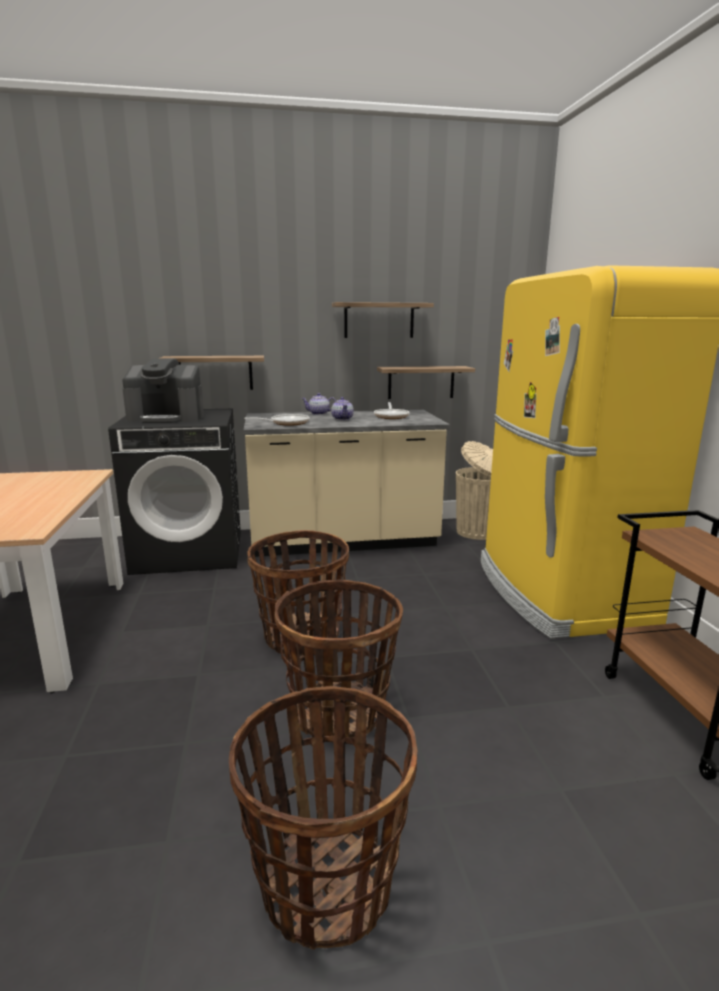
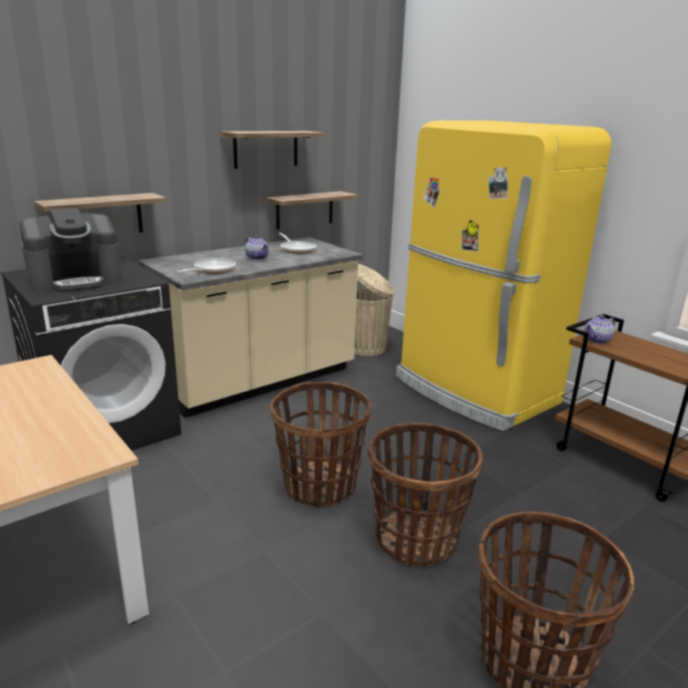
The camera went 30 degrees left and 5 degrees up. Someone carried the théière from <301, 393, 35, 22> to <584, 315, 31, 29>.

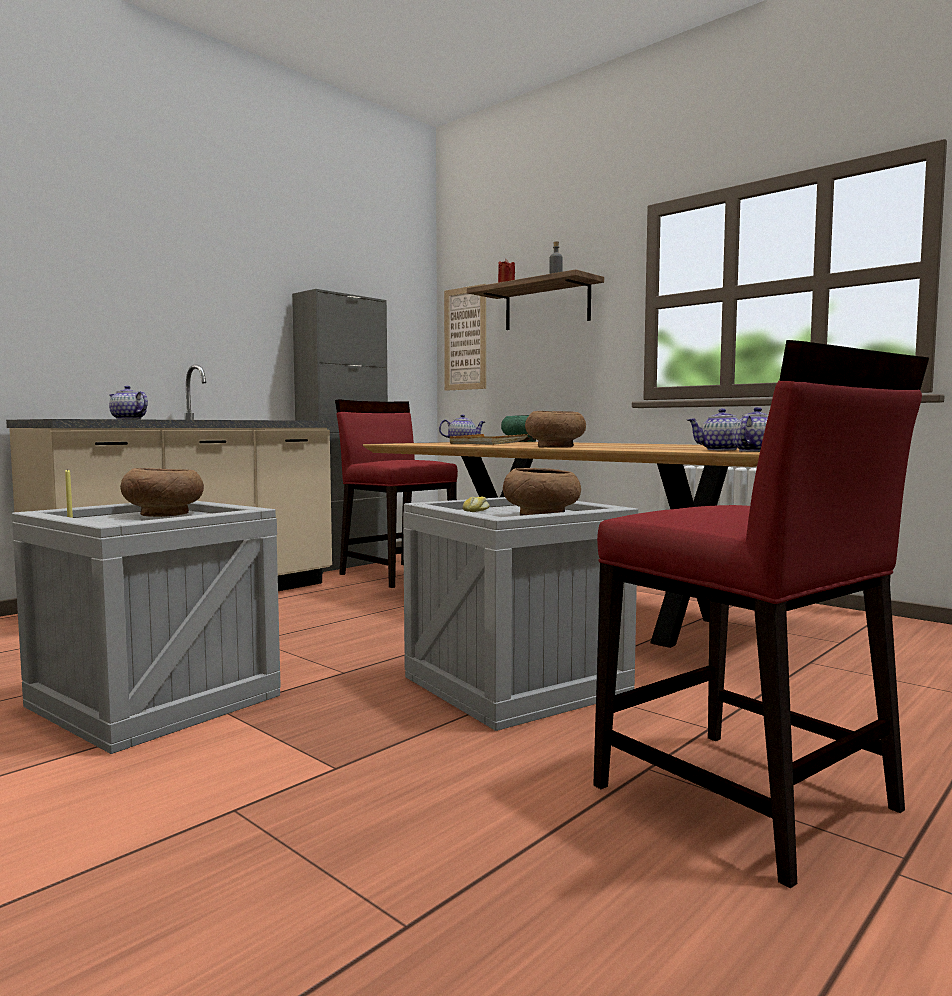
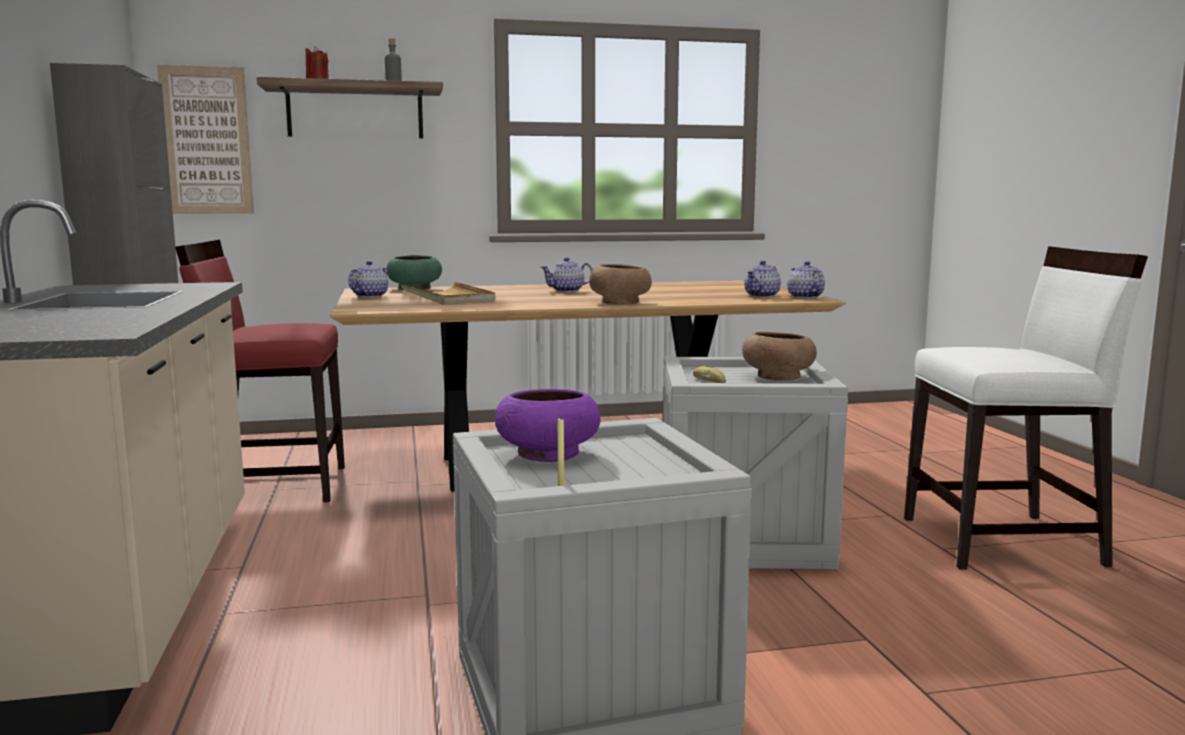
The camera went 55 degrees left and 5 degrees up. Someone carried the théière from <109, 386, 39, 33> to <540, 257, 52, 35>. Someone repainted the bol [marron] at <120, 468, 84, 49>, which became the bol [violet] at <495, 389, 106, 73>. Someone repainted the chaise [rouge] at <593, 340, 336, 549>, which became the chaise [blanc] at <904, 246, 244, 324>.

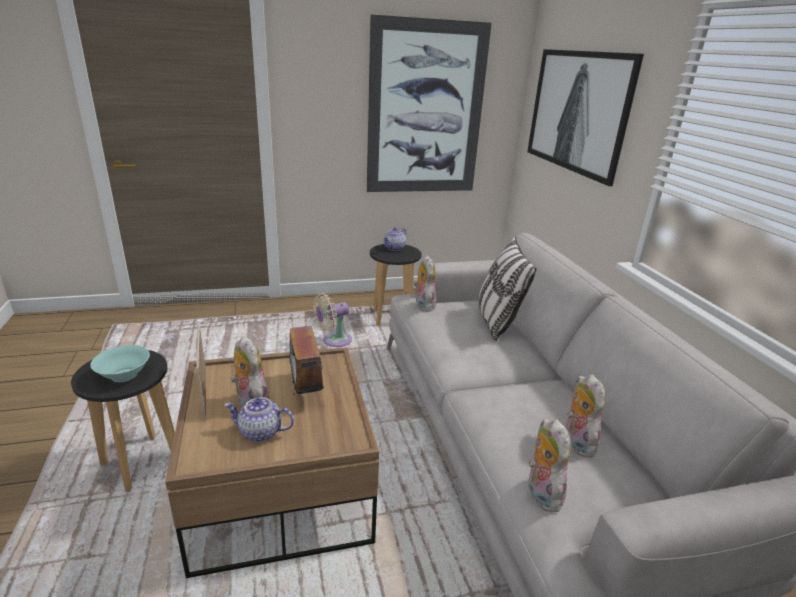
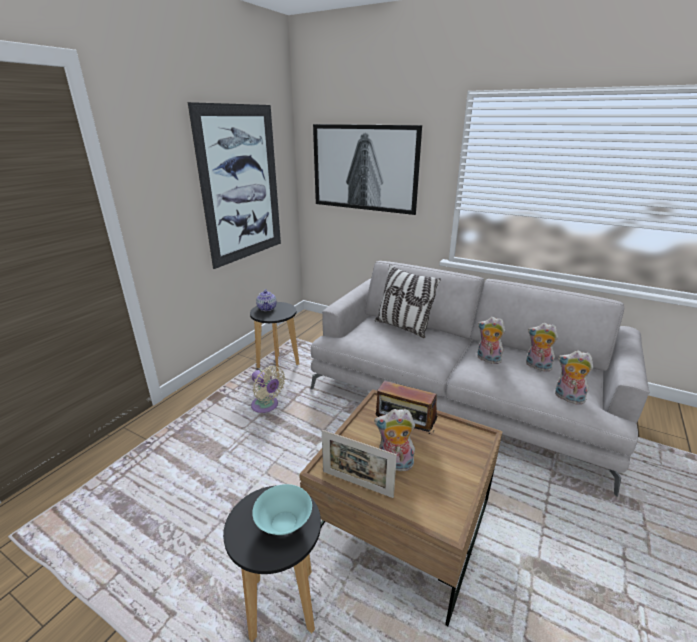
The camera went 45 degrees left and 0 degrees up. Someone took away the théière at <224, 397, 70, 45>. Someone rotated the ventilateur [beige] at <314, 293, 38, 54> by 60 degrees counterclockwise. Someone carried the peluche from <413, 255, 23, 57> to <477, 317, 28, 47>.

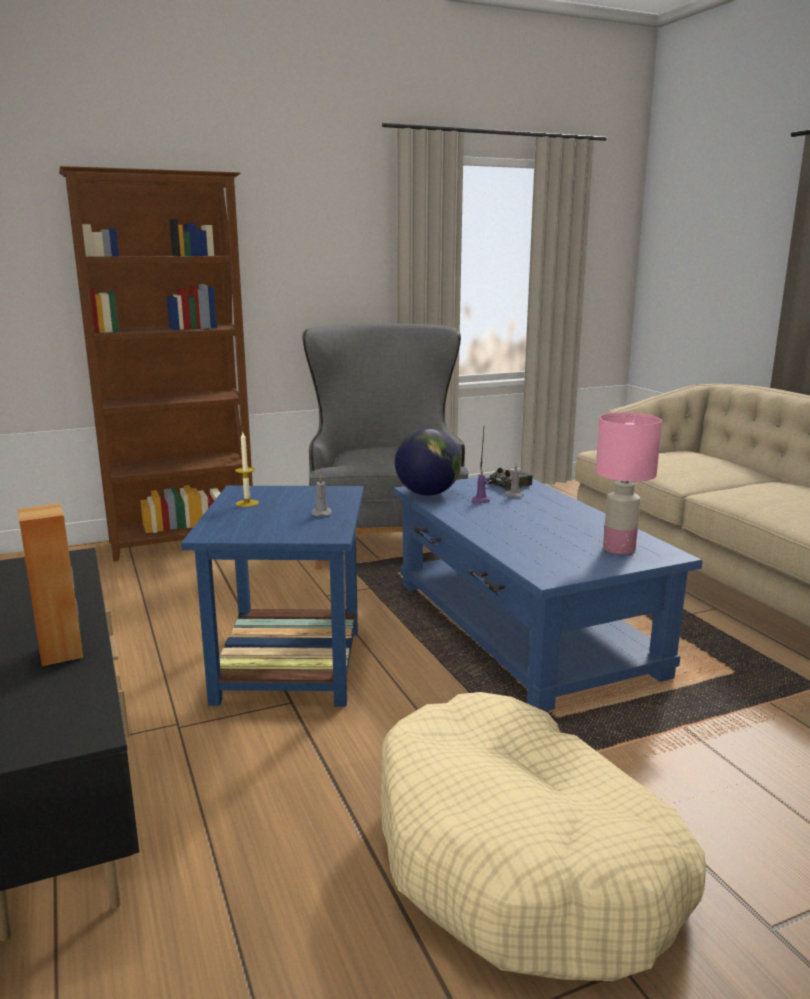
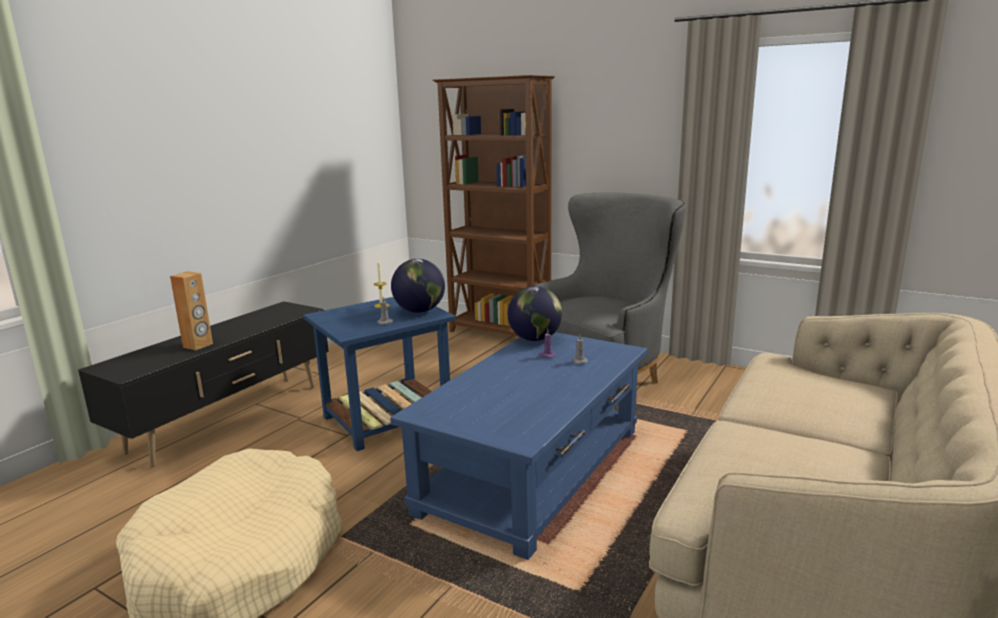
The camera went 55 degrees right and 0 degrees up. Someone took away the radio at <480, 429, 53, 61>. Someone took away the lampe de table [rose] at <596, 412, 66, 143>. Someone put down the globe at <391, 259, 54, 54>.

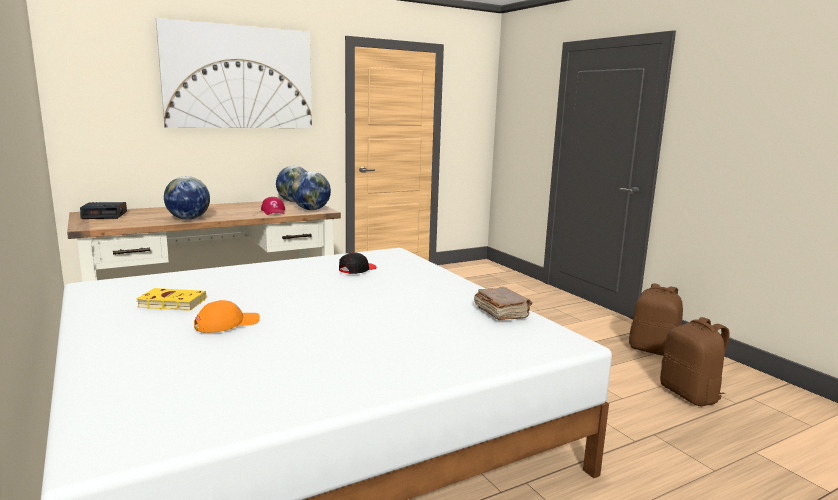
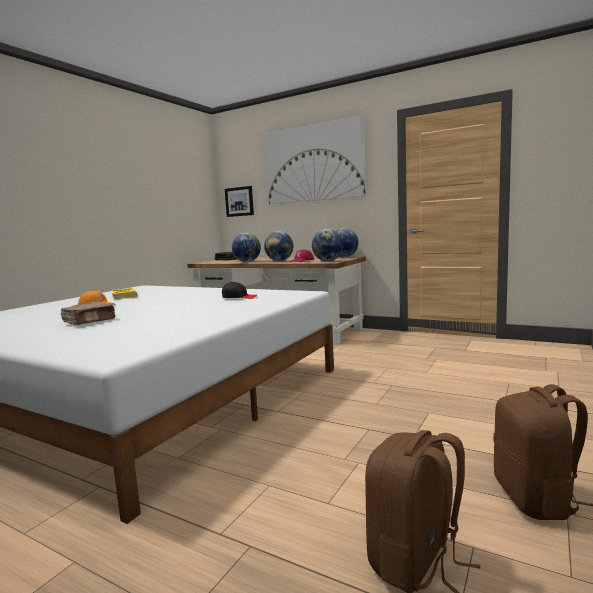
The camera went 60 degrees right and 5 degrees down. Someone carried the livre [marron] from <474, 287, 58, 33> to <60, 301, 55, 24>. Someone put up the tableau at <225, 186, 29, 31>. Someone put down the globe at <264, 231, 29, 30>.

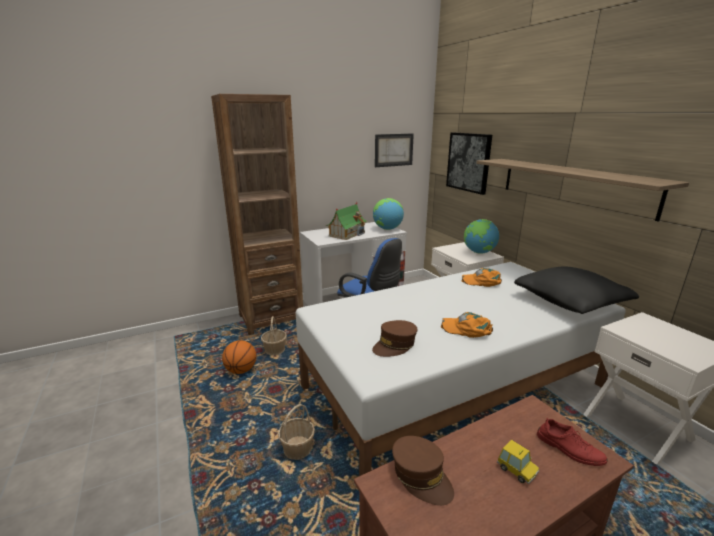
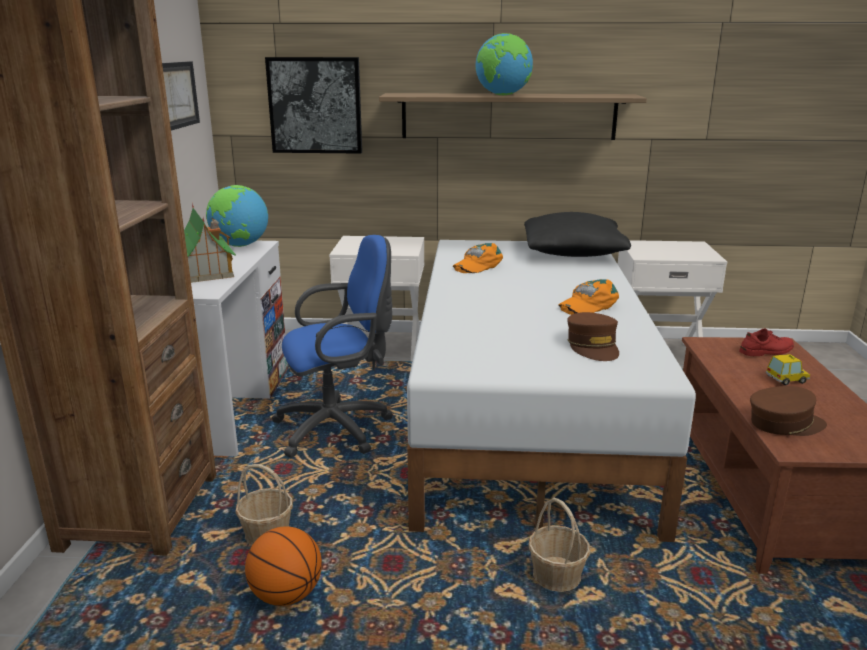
The camera went 60 degrees left and 0 degrees up. Someone carried the globe from <464, 219, 35, 35> to <475, 33, 58, 62>.

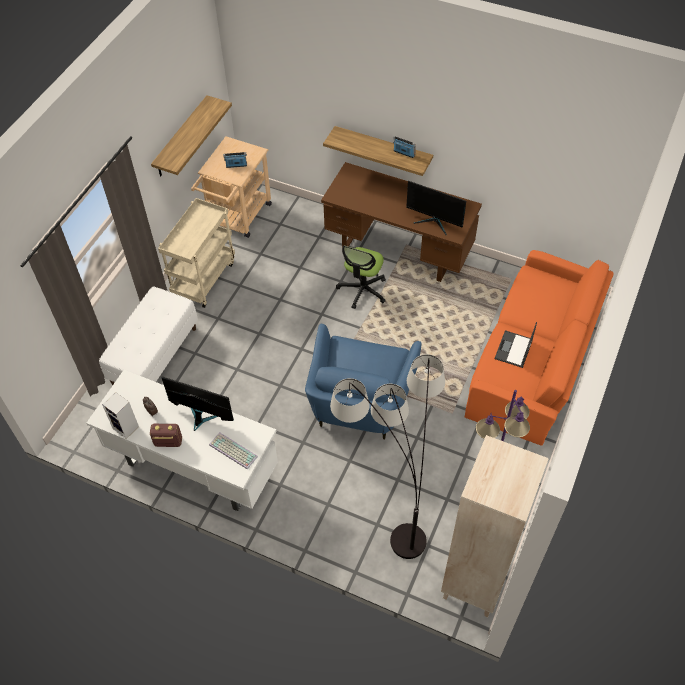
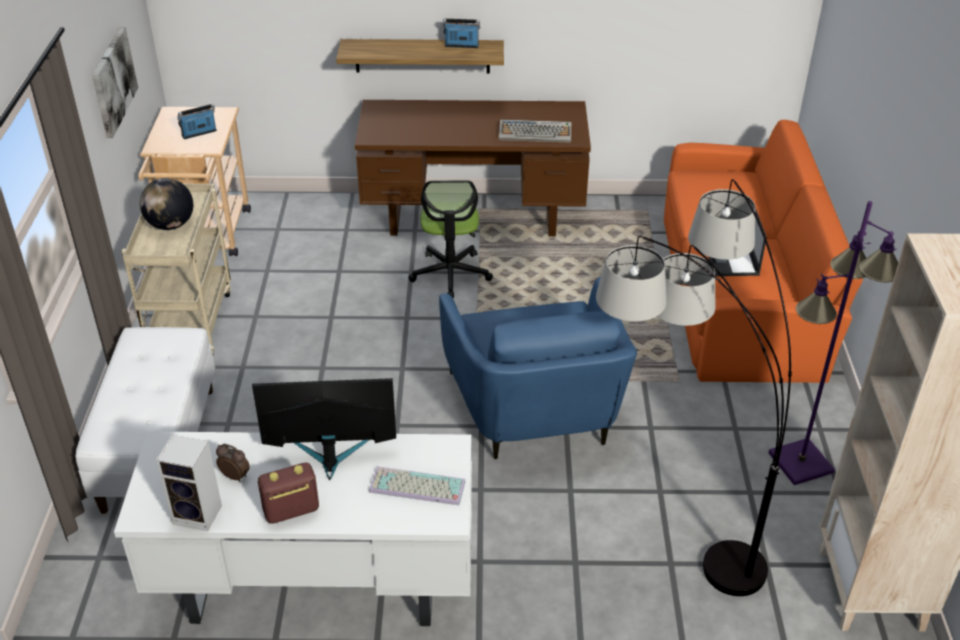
The camera went 25 degrees left and 15 degrees down. Someone swapped the étagère at <151, 95, 81, 81> for the tableau at <92, 27, 46, 111>. Someone swapped the écran d'ordinateur at <406, 181, 60, 54> for the clavier at <499, 119, 72, 24>. Someone put down the globe at <140, 178, 53, 52>.

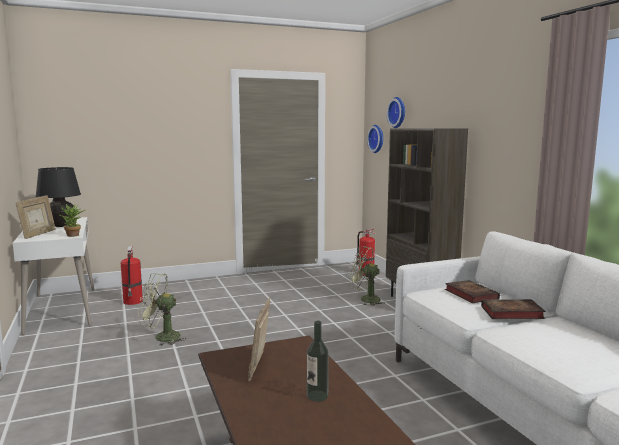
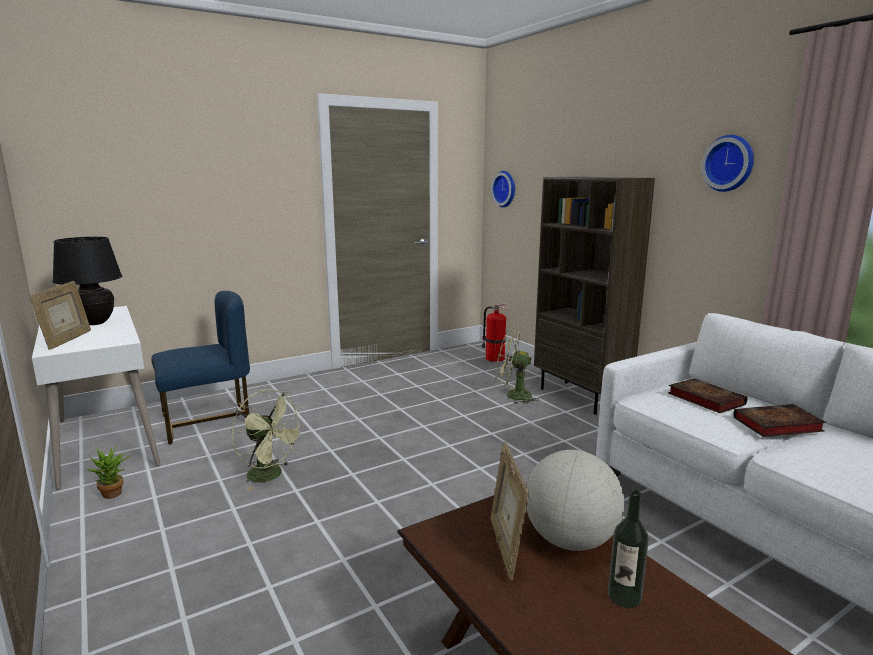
The camera went 10 degrees left and 5 degrees up. Someone carried the plante en pot from <58, 204, 27, 33> to <87, 445, 43, 54>. Someone swapped the extincteur at <121, 246, 22, 59> for the chaise [bleu] at <151, 291, 99, 154>. Someone rotated the ventilateur [vert] at <138, 273, 48, 73> by 135 degrees counterclockwise. Someone carried the horloge murale from <387, 97, 18, 31> to <701, 135, 53, 57>. Someone put down the globe at <526, 450, 98, 101>.

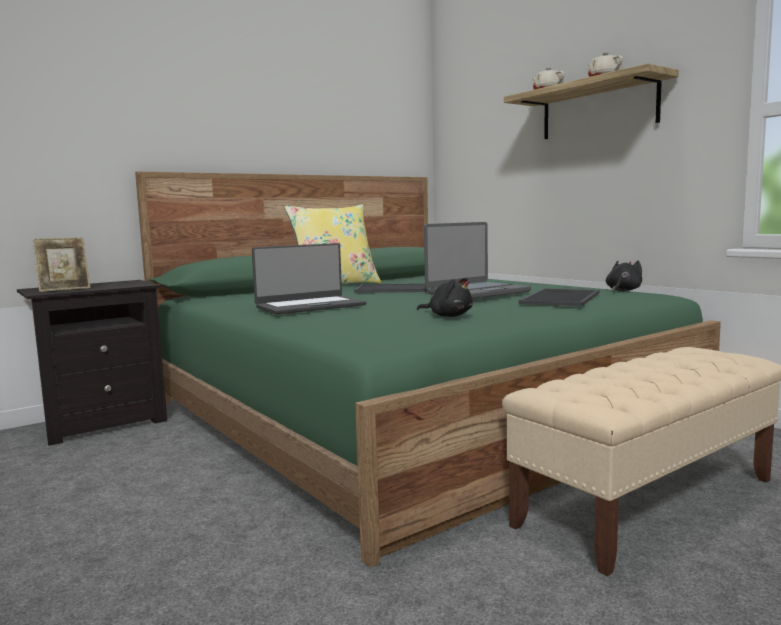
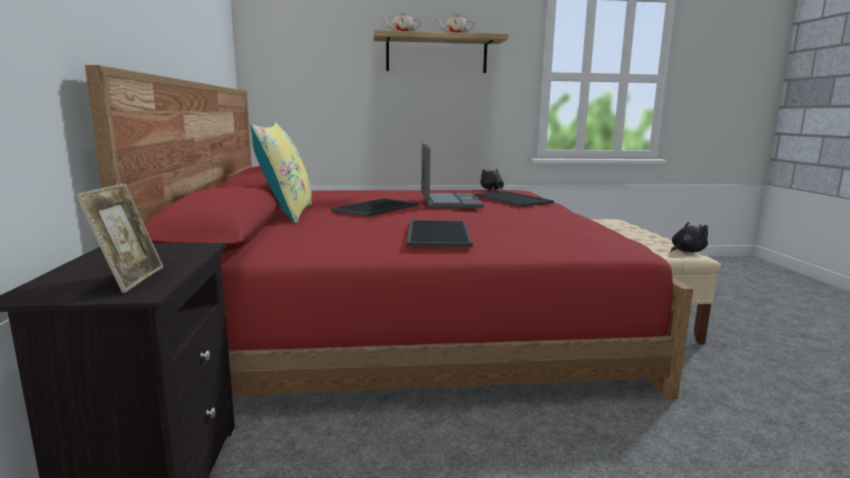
The camera went 60 degrees left and 5 degrees up. Someone repainted the lit [vert] at <135, 171, 586, 396>, which became the lit [rouge] at <85, 65, 609, 334>. Someone swapped the ordinateur portable at <252, 243, 114, 72> for the plateau at <407, 220, 66, 27>. Someone carried the peluche [noir] from <417, 278, 56, 39> to <671, 222, 37, 30>.

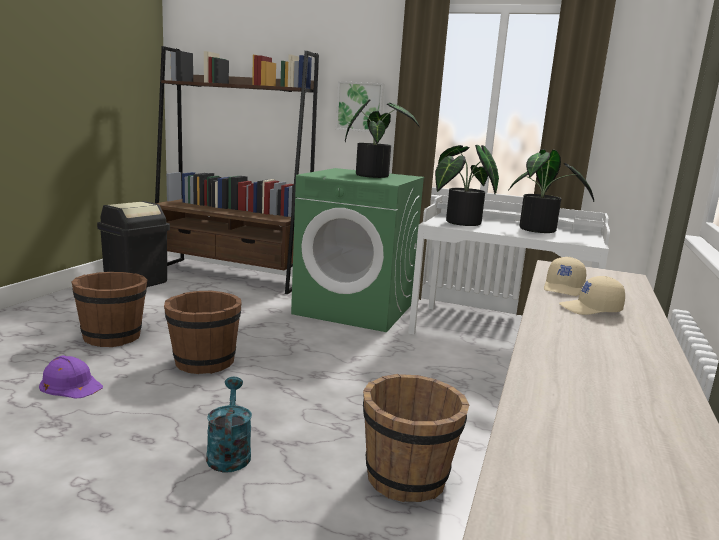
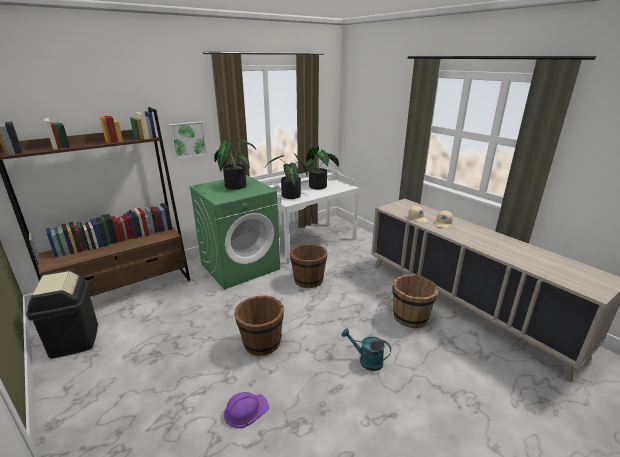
The camera went 55 degrees left and 10 degrees up. Someone carried the seau [marron] from <71, 272, 76, 75> to <290, 244, 37, 44>.

